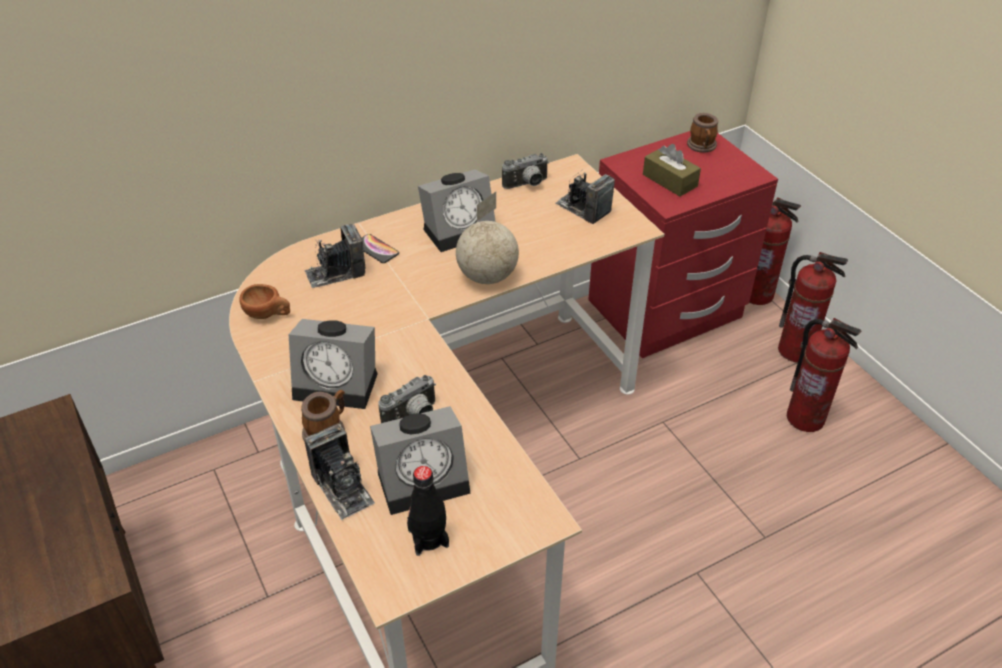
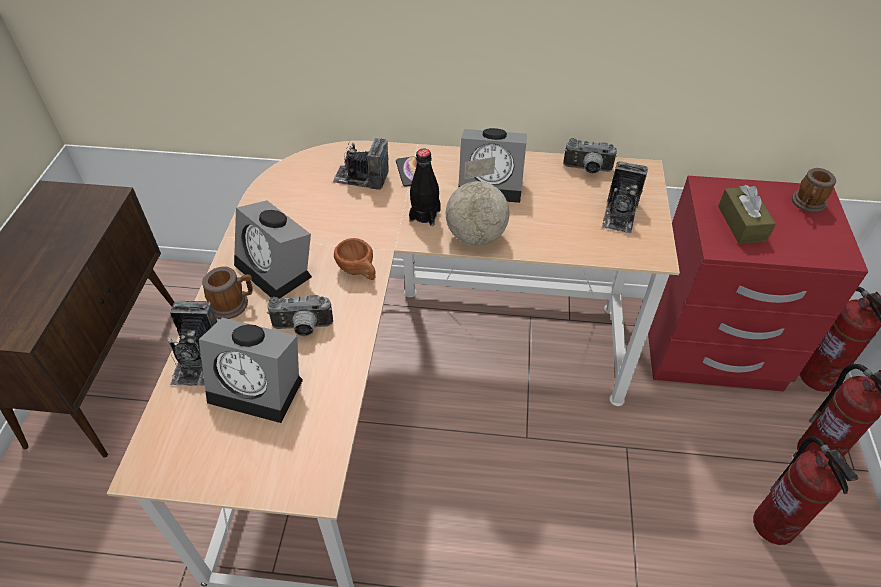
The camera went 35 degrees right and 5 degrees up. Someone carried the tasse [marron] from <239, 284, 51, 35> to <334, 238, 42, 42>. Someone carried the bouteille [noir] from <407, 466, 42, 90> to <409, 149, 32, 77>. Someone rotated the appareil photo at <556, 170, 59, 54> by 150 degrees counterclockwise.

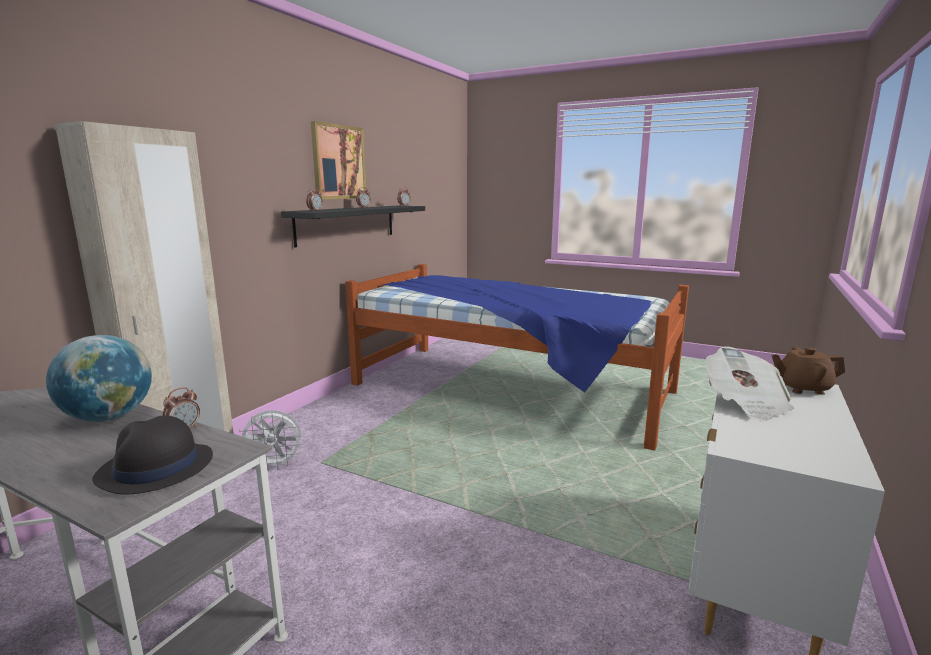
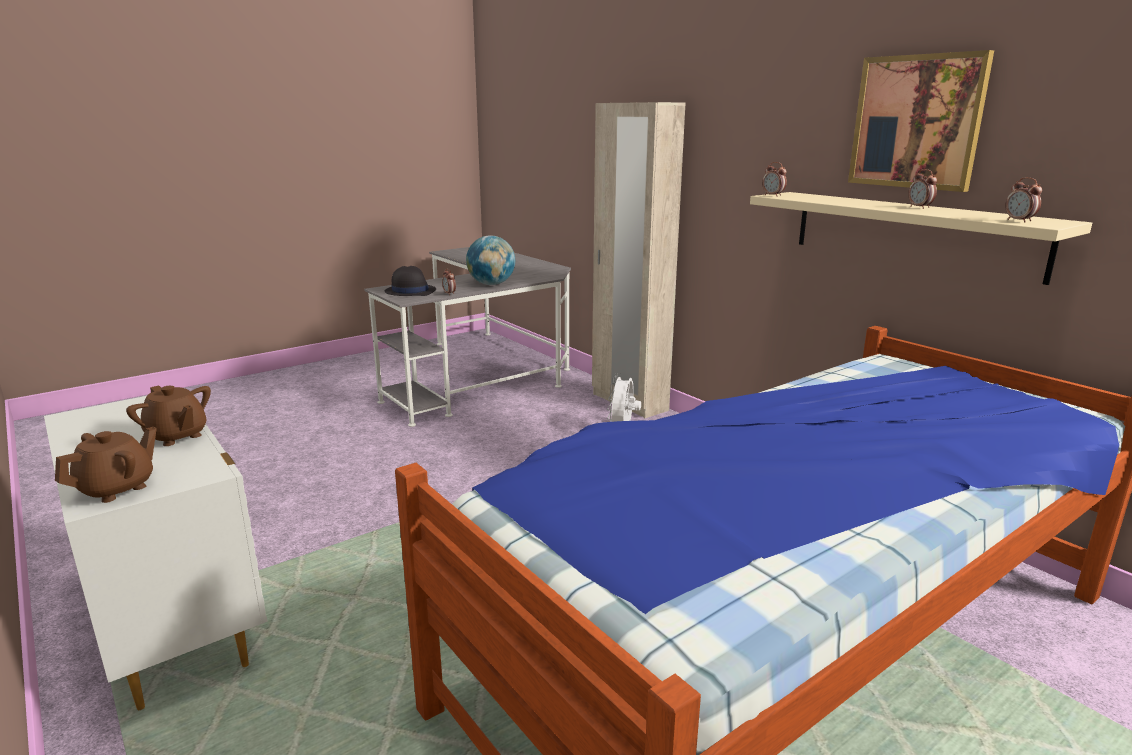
The camera went 115 degrees right and 5 degrees up. Someone repainted the étagère [noir] at <281, 206, 144, 42>, which became the étagère [beige] at <750, 192, 342, 93>. Someone swapped the journal at <706, 346, 88, 76> for the théière [marron] at <126, 385, 85, 61>.

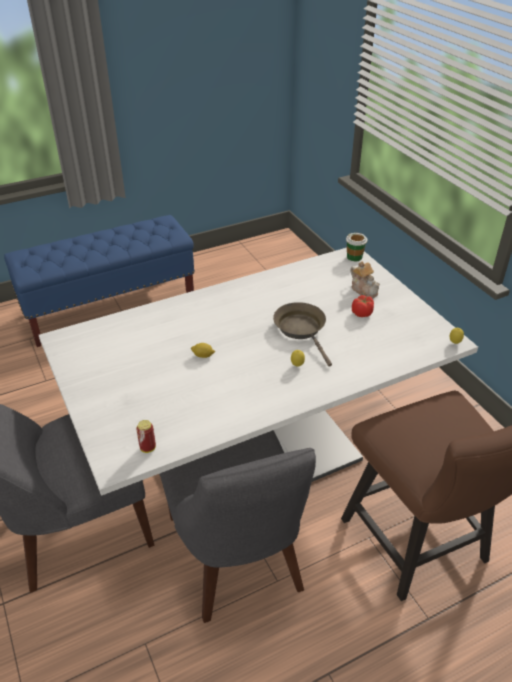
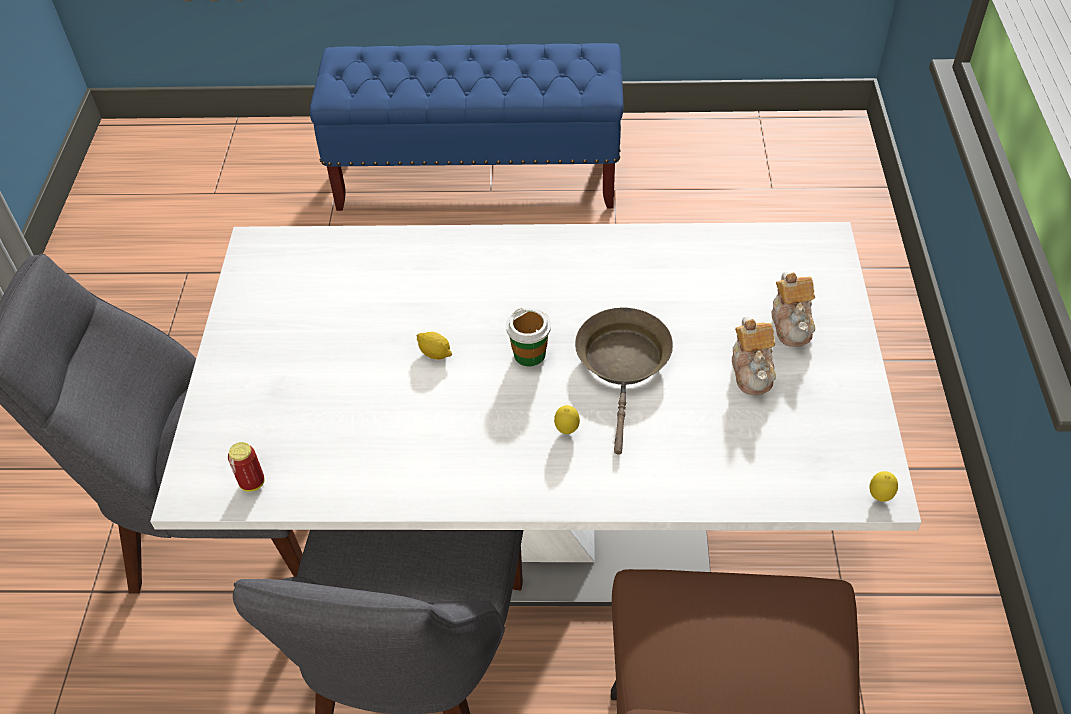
The camera went 30 degrees right and 10 degrees up. Someone carried the tasse from <346, 233, 21, 28> to <506, 308, 45, 58>. Someone swapped the tomate at <352, 295, 22, 22> for the théière at <732, 317, 44, 78>.

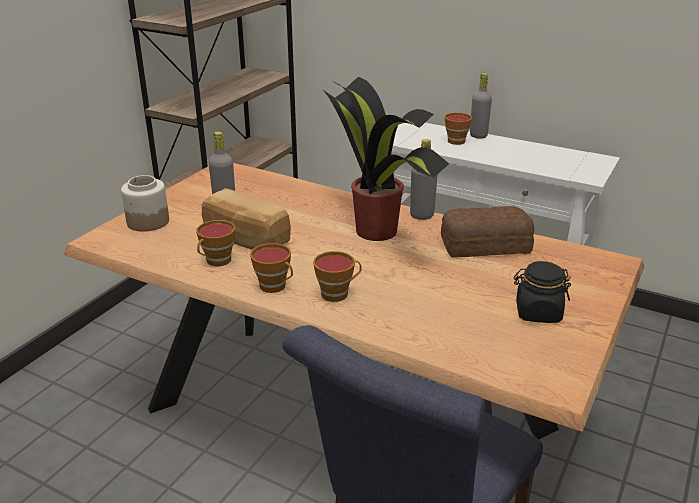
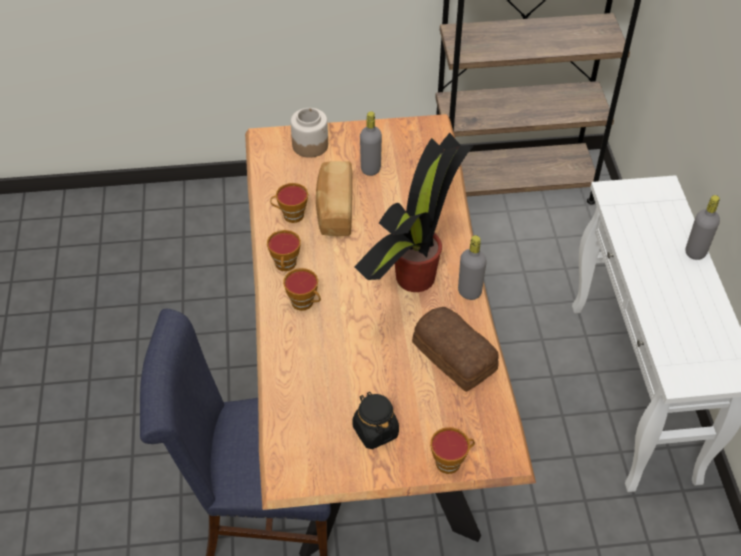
The camera went 55 degrees right and 20 degrees up. Someone carried the tasse from <445, 112, 27, 33> to <430, 427, 45, 47>.

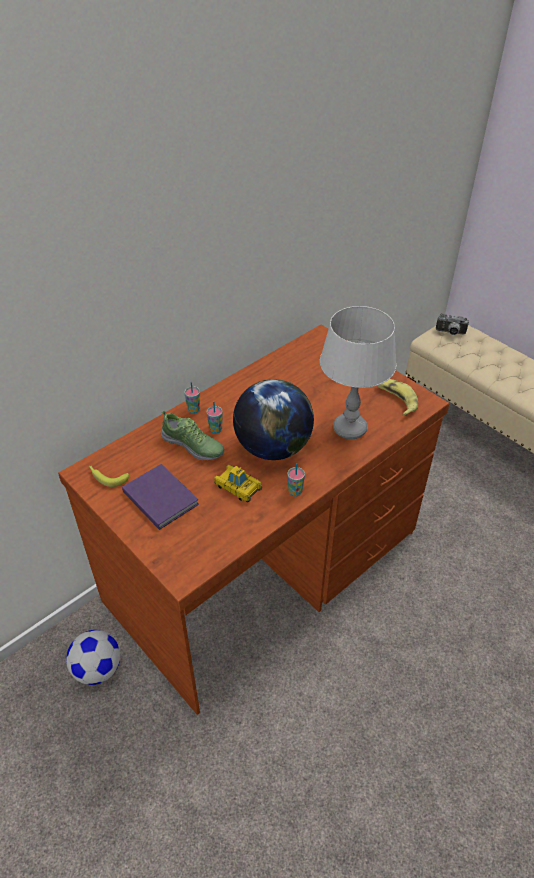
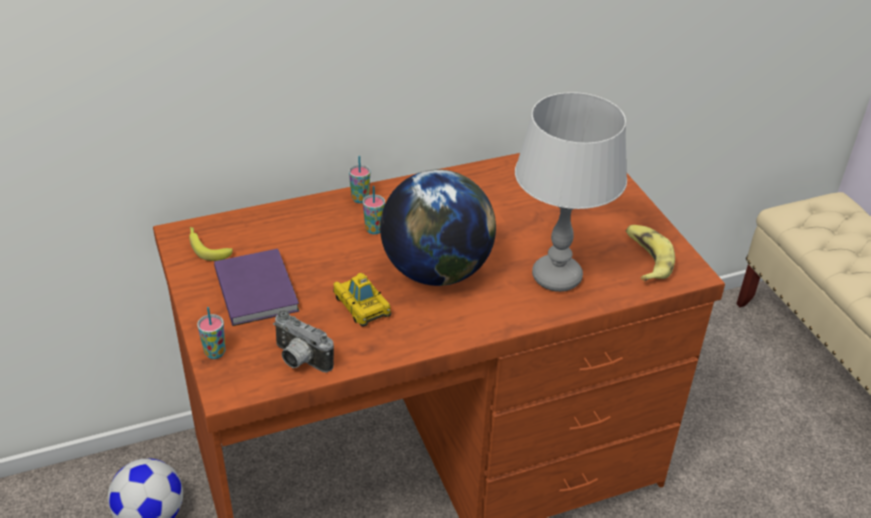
The camera went 20 degrees right and 5 degrees down. Someone took away the chaussure at <161, 410, 63, 50>. Someone carried the tasse from <288, 463, 17, 33> to <197, 307, 28, 52>. Someone carried the appareil photo from <436, 313, 33, 22> to <273, 310, 61, 62>.

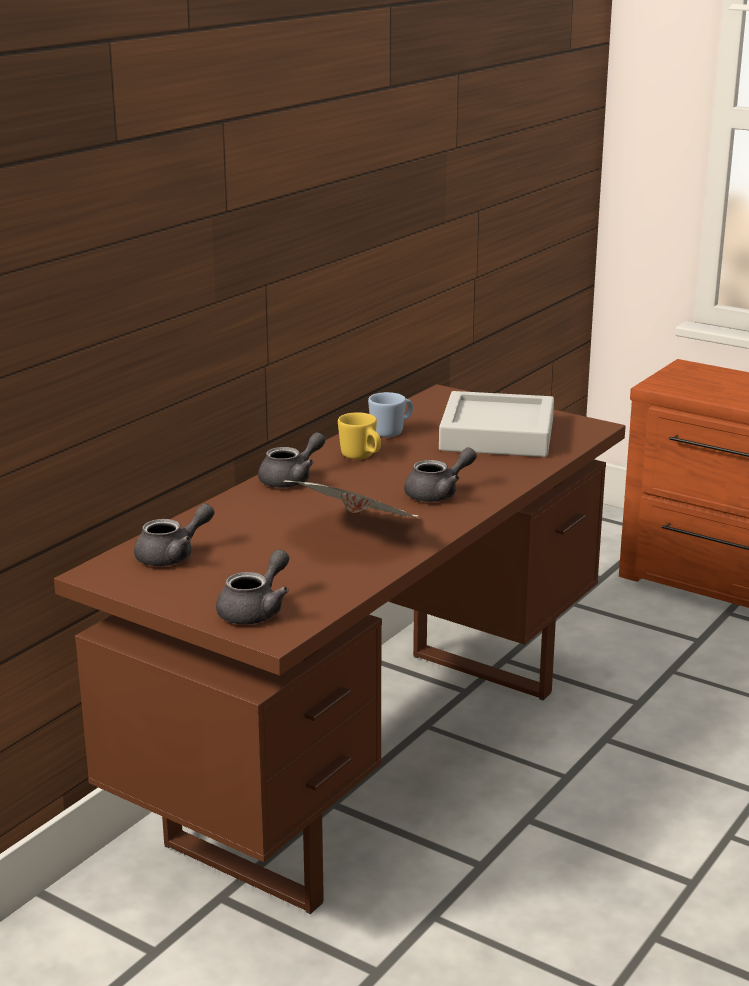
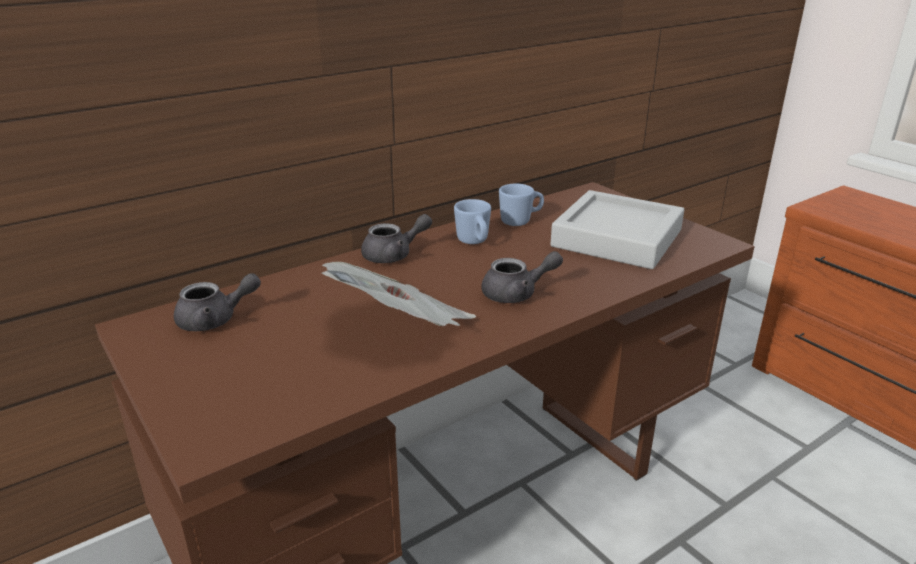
The camera went 20 degrees right and 5 degrees up. Someone took away the théière [gris] at <216, 549, 73, 76>. Someone repainted the mug [jaune] at <338, 412, 43, 47>, which became the mug [bleu] at <454, 199, 37, 45>.

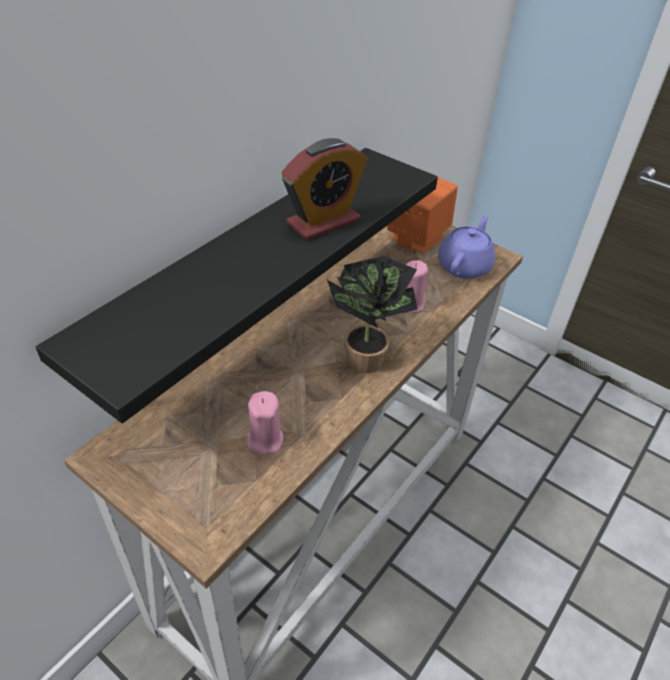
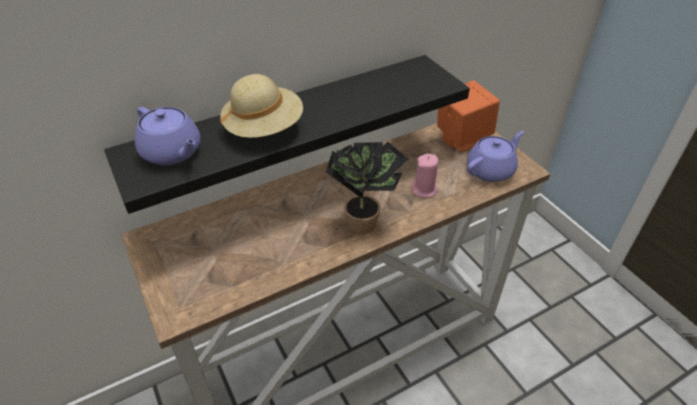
The camera went 25 degrees right and 0 degrees up. Someone took away the bougie [rose] at <246, 391, 37, 64>. Someone took away the réveil at <282, 138, 86, 102>. Someone put down the théière [violet] at <135, 107, 66, 58>. Someone put down the chapeau [beige] at <220, 74, 83, 64>.

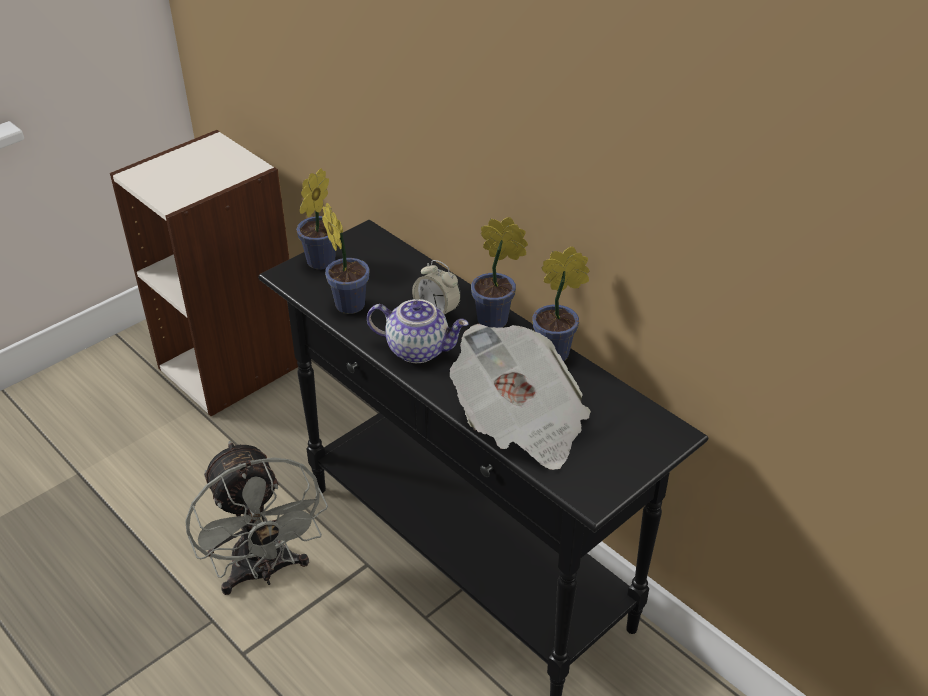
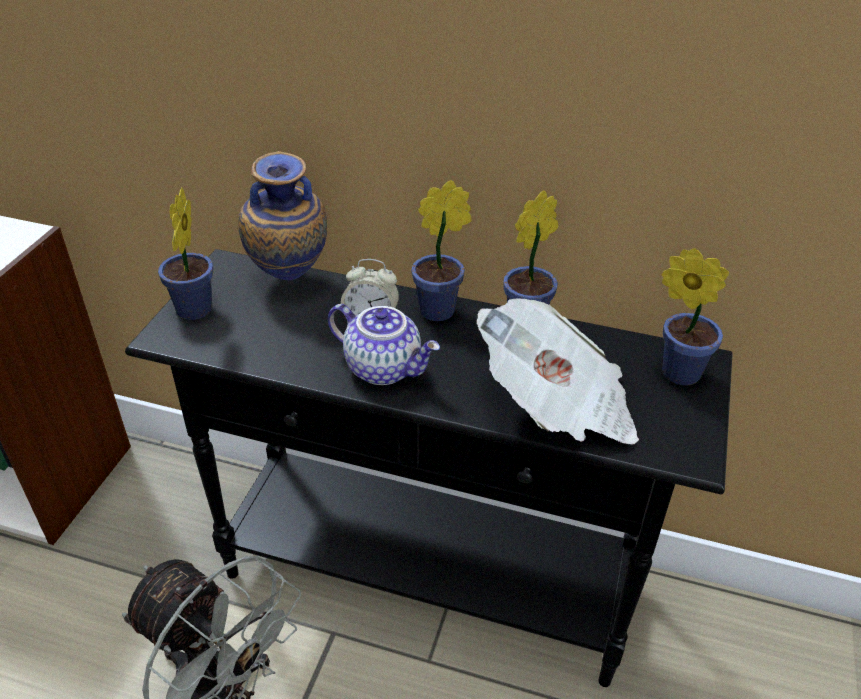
The camera went 30 degrees left and 0 degrees up. Someone carried the plante en pot from <322, 203, 48, 111> to <661, 248, 68, 138>. Someone rotated the théière at <367, 299, 101, 64> by 45 degrees clockwise. Someone put down the vase at <238, 151, 89, 129>.

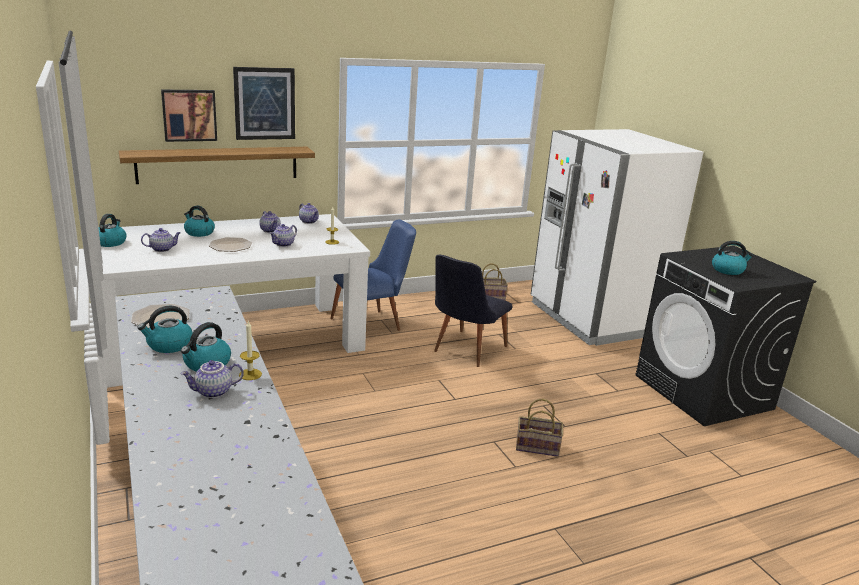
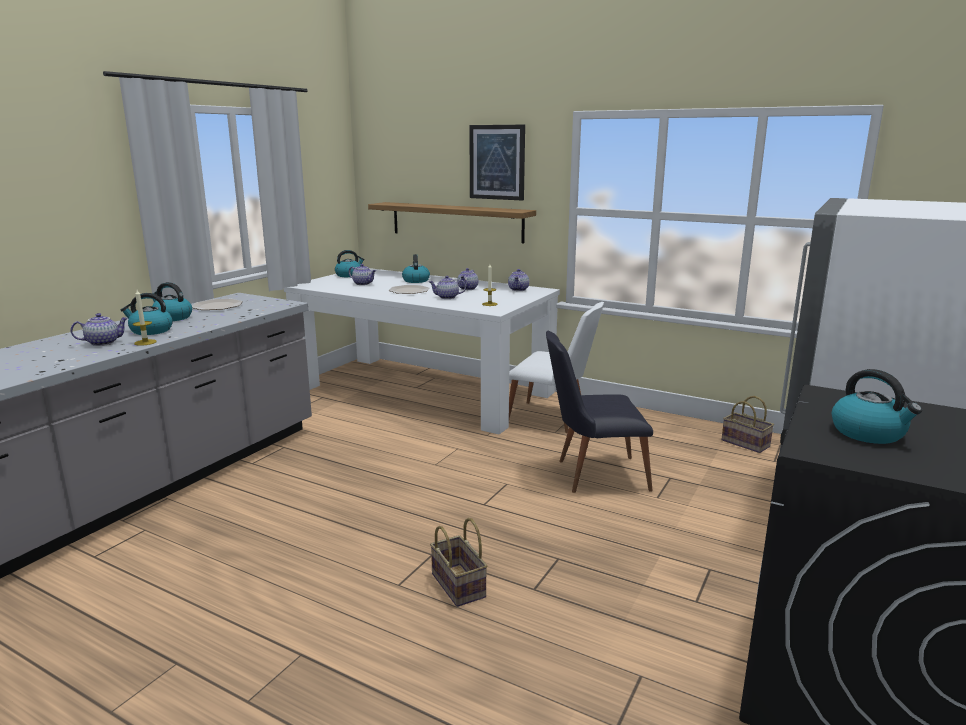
The camera went 55 degrees right and 5 degrees down. Someone took away the tableau at <161, 90, 56, 52>. Someone rotated the théière at <181, 360, 63, 38> by 120 degrees clockwise. Someone repainted the chaise [bleu] at <330, 219, 86, 112>, which became the chaise [blanc] at <509, 302, 95, 131>.

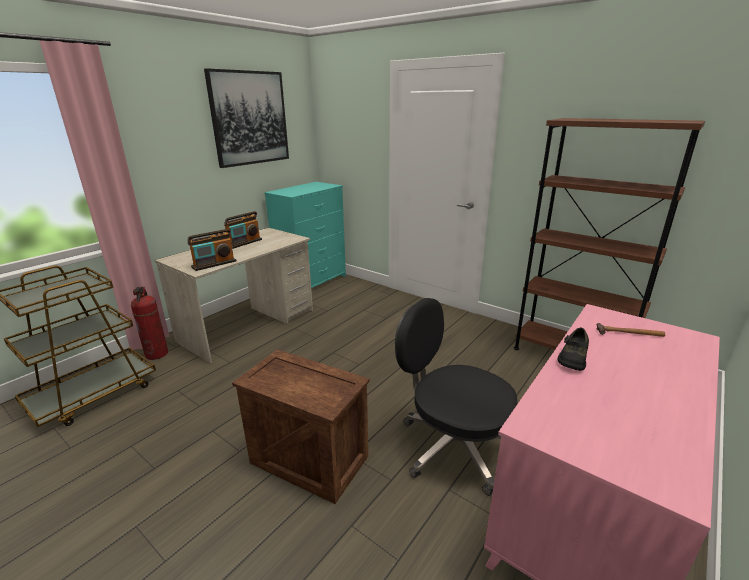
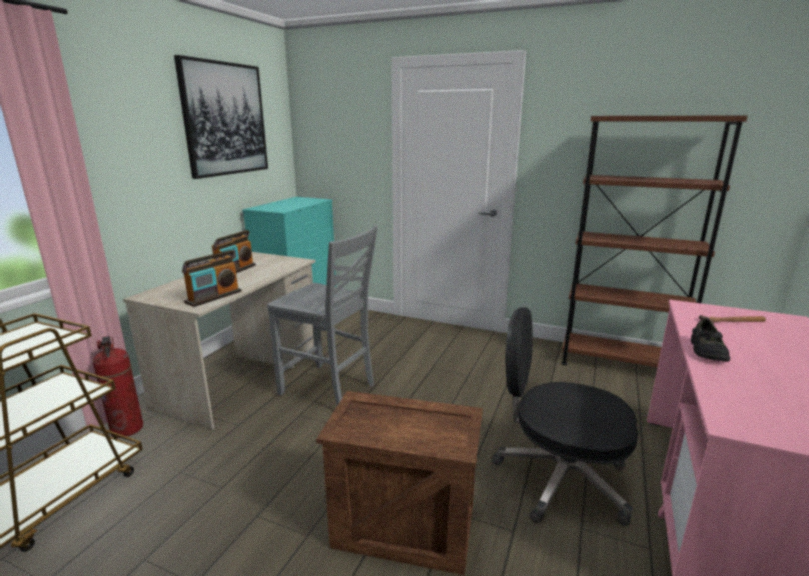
The camera went 15 degrees left and 5 degrees down. Someone put down the chaise [gris] at <267, 226, 111, 180>.

